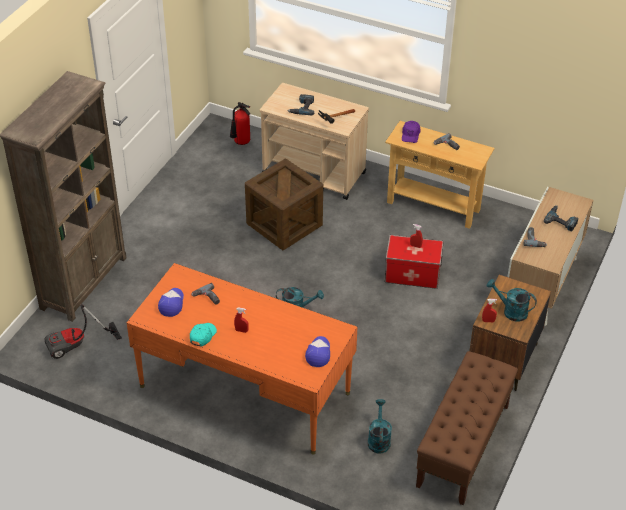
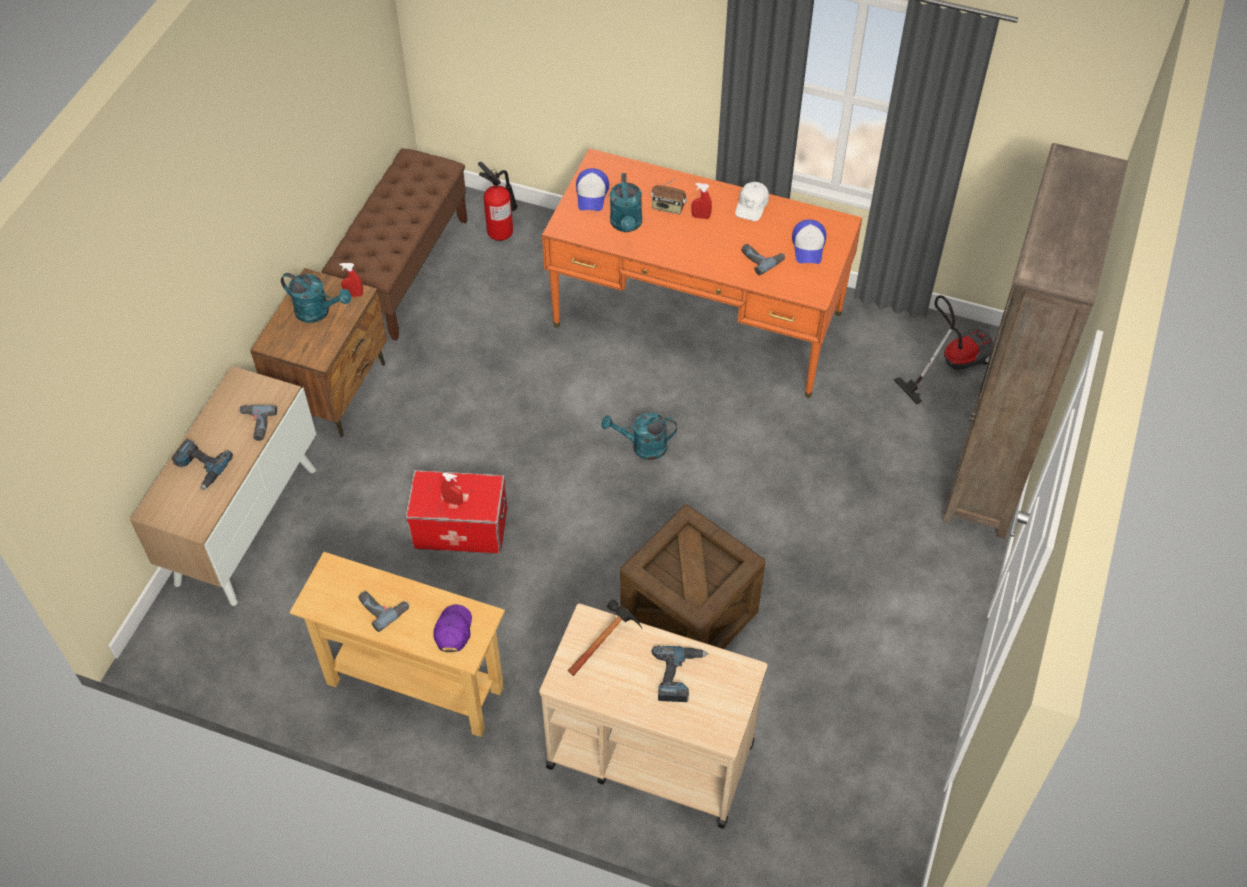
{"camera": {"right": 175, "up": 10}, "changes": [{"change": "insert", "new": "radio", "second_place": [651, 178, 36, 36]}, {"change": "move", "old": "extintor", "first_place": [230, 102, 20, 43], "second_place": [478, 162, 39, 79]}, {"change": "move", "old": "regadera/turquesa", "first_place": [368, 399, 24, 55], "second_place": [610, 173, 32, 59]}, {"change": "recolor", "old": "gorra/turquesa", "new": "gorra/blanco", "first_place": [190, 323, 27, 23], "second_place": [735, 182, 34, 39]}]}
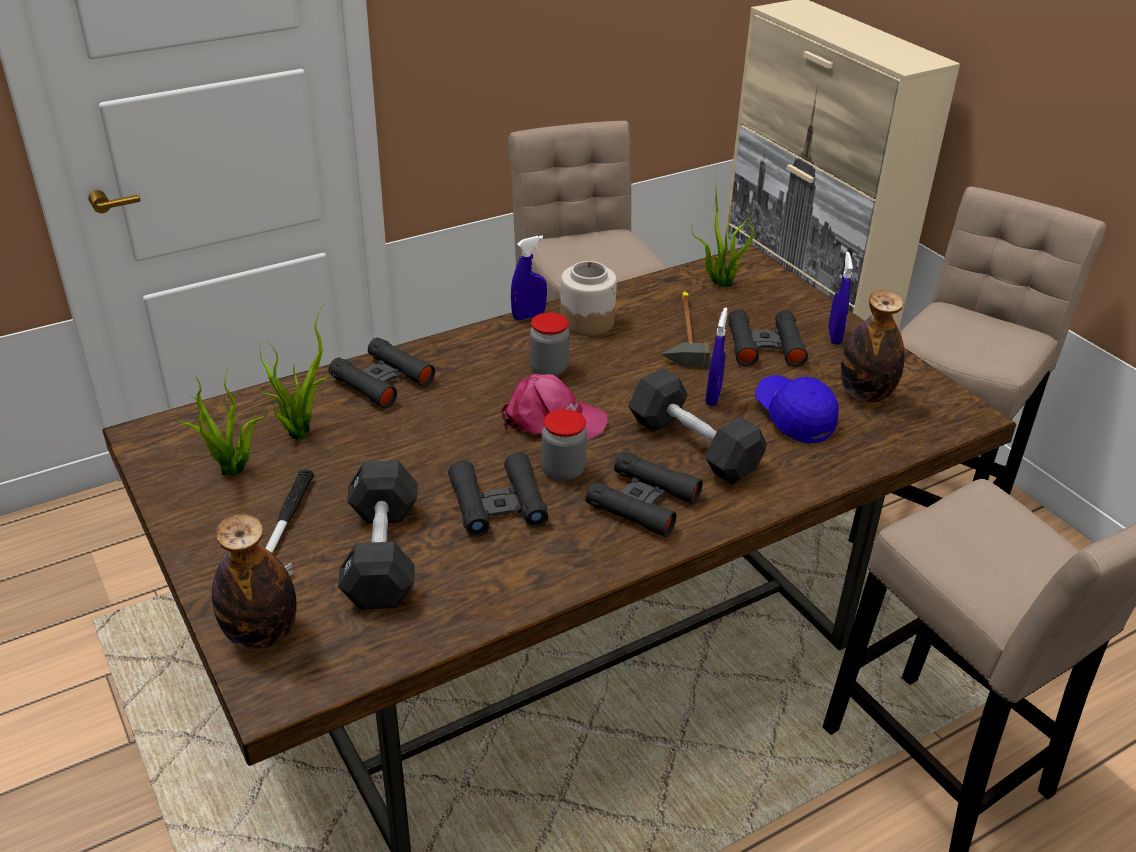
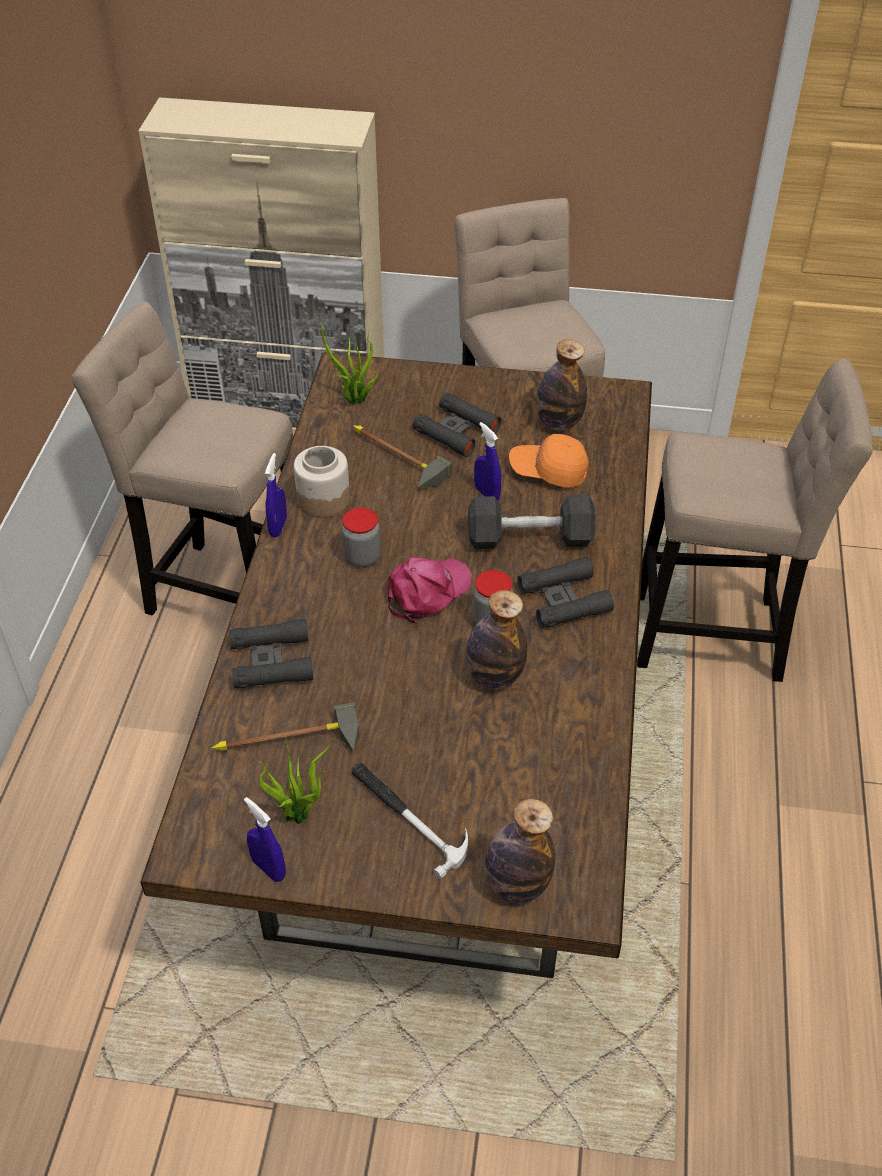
{"camera": {"right": -50, "up": 10}, "changes": [{"change": "delete", "old": "mancuerna/negro", "first_place": [338, 461, 79, 148]}, {"change": "move", "old": "pulverizador/azul", "first_place": [828, 252, 25, 93], "second_place": [244, 797, 42, 85]}, {"change": "replace", "old": "planta en maceta", "new": "martillo", "first_place": [258, 306, 73, 134], "second_place": [212, 702, 147, 49]}, {"change": "replace", "old": "prismáticos/negro", "new": "botella", "first_place": [448, 453, 100, 84], "second_place": [466, 590, 61, 99]}, {"change": "recolor", "old": "gorra/azul", "new": "gorra/naranja", "first_place": [755, 375, 84, 69], "second_place": [509, 434, 80, 54]}]}
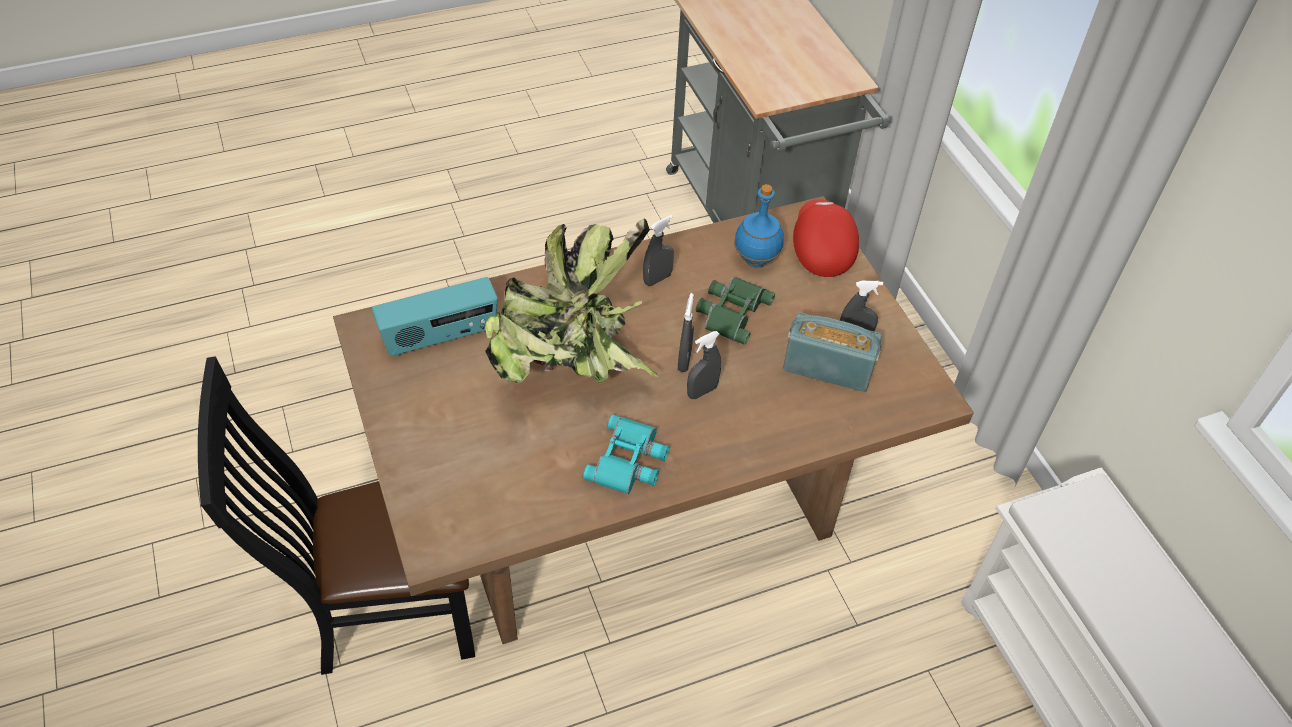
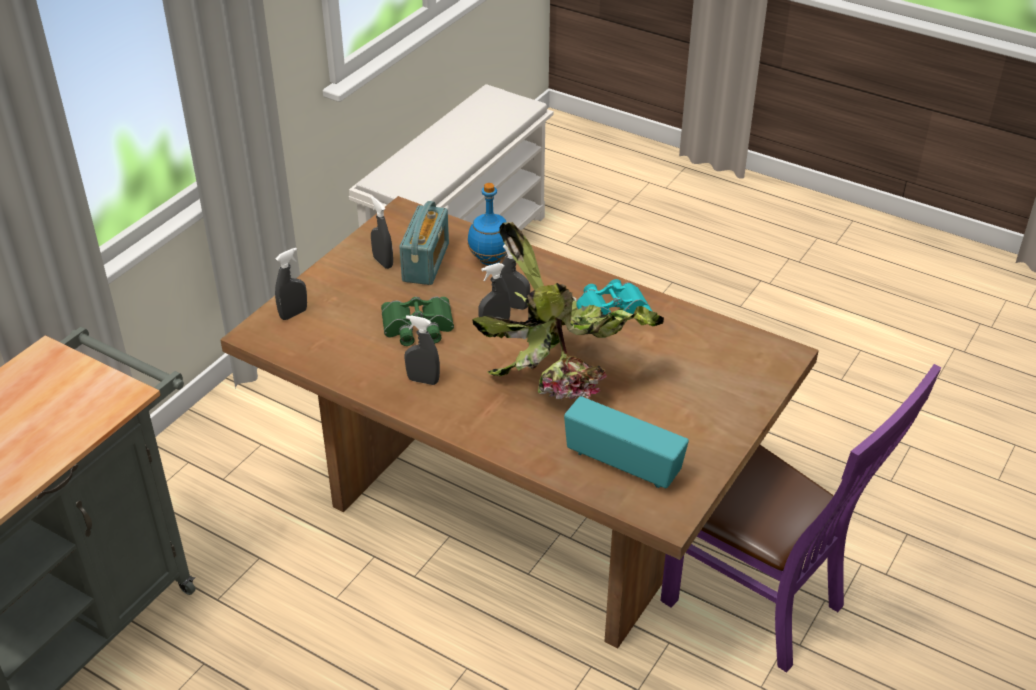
{"camera": {"right": -125, "up": -10}, "changes": [{"change": "move", "old": "botella/azul", "first_place": [734, 184, 50, 84], "second_place": [468, 183, 39, 82]}, {"change": "replace", "old": "gorra/rojo", "new": "pulverizador/gris", "first_place": [793, 199, 66, 78], "second_place": [275, 248, 32, 72]}, {"change": "recolor", "old": "silla/negro", "new": "silla/morado", "first_place": [198, 356, 277, 319], "second_place": [660, 364, 281, 309]}, {"change": "rotate", "old": "radio", "first_place": [783, 312, 99, 80], "second_place": [399, 201, 50, 84], "degrees": -150}]}
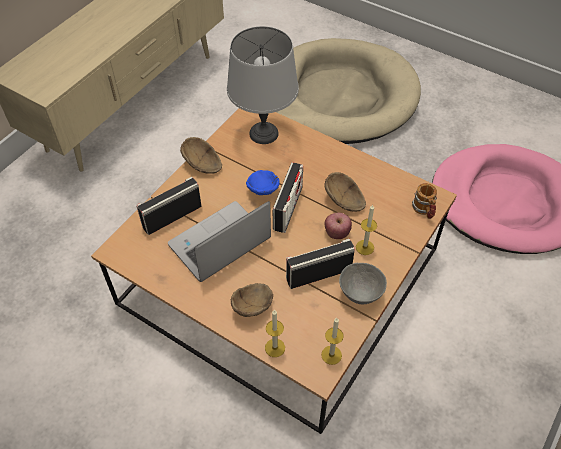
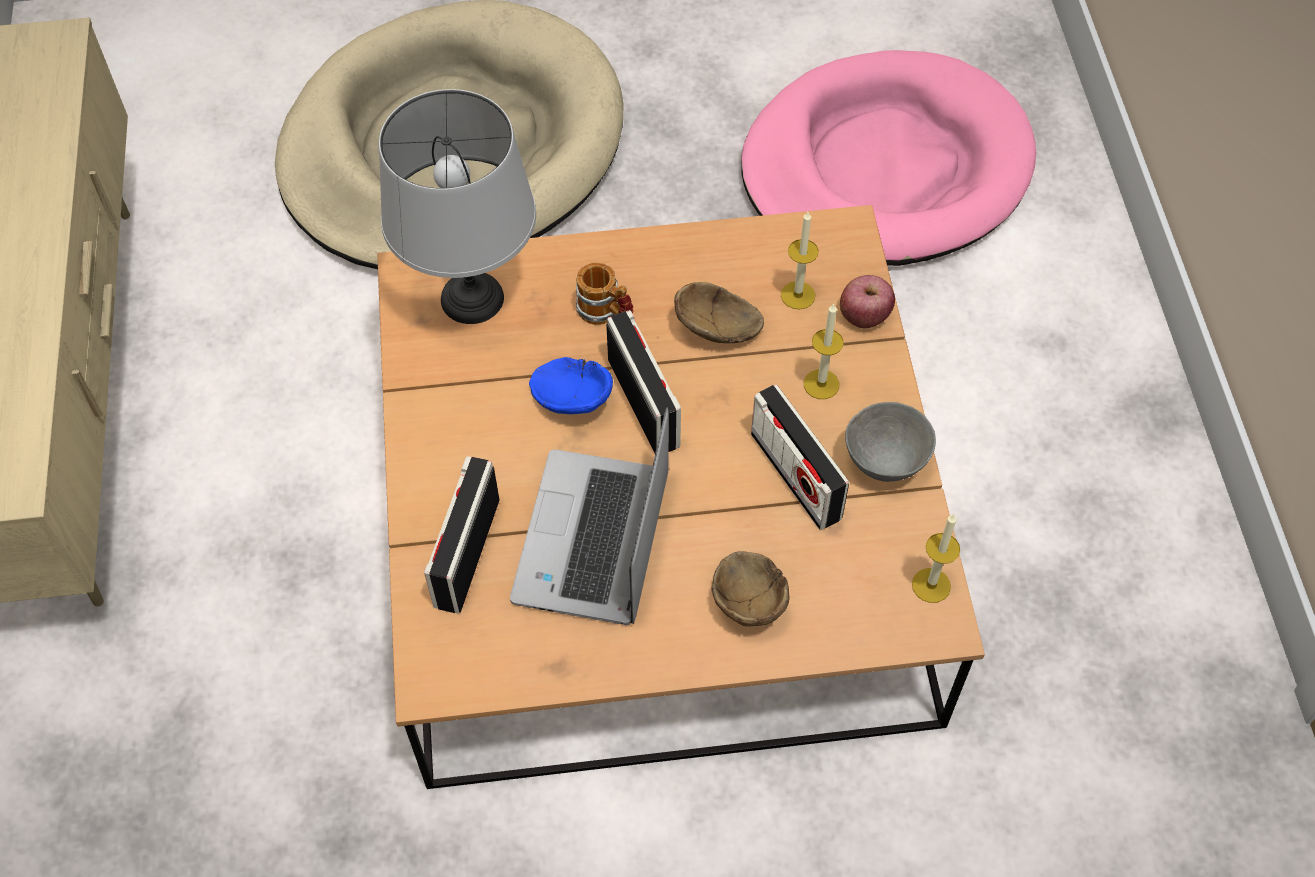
{"camera": {"right": -40, "up": 5}, "changes": [{"change": "delete", "old": "cuenco/marrón", "first_place": [180, 137, 42, 37]}, {"change": "move", "old": "vela", "first_place": [265, 310, 20, 47], "second_place": [781, 212, 38, 98]}, {"change": "move", "old": "manzana", "first_place": [325, 212, 27, 27], "second_place": [840, 275, 55, 53]}, {"change": "move", "old": "taza grande", "first_place": [412, 183, 25, 36], "second_place": [576, 262, 57, 63]}, {"change": "rotate", "old": "radio", "first_place": [286, 239, 69, 50], "second_place": [751, 384, 98, 146], "degrees": -60}]}
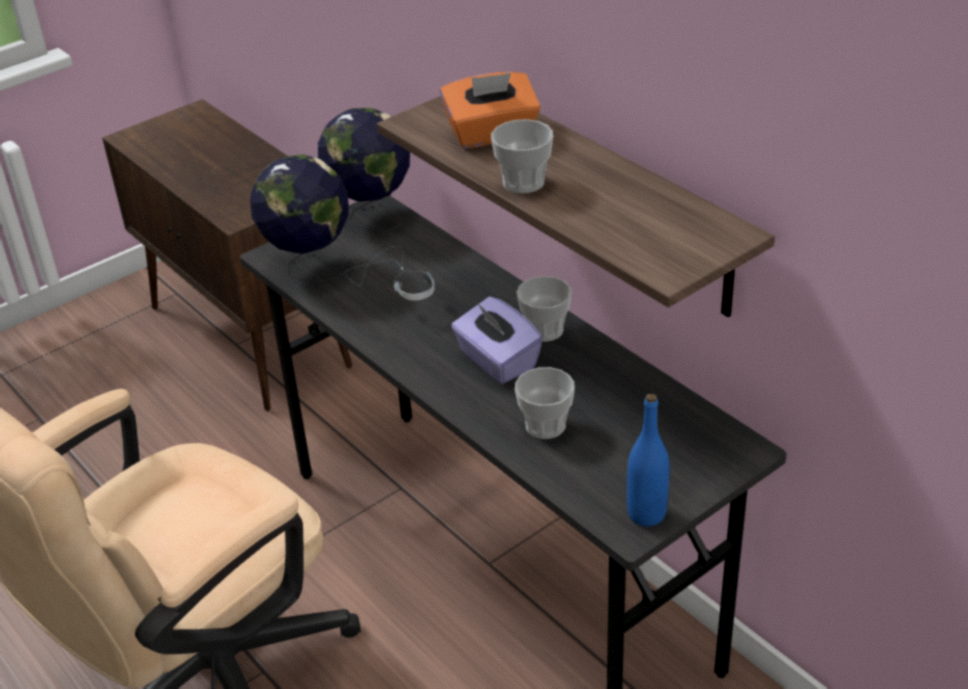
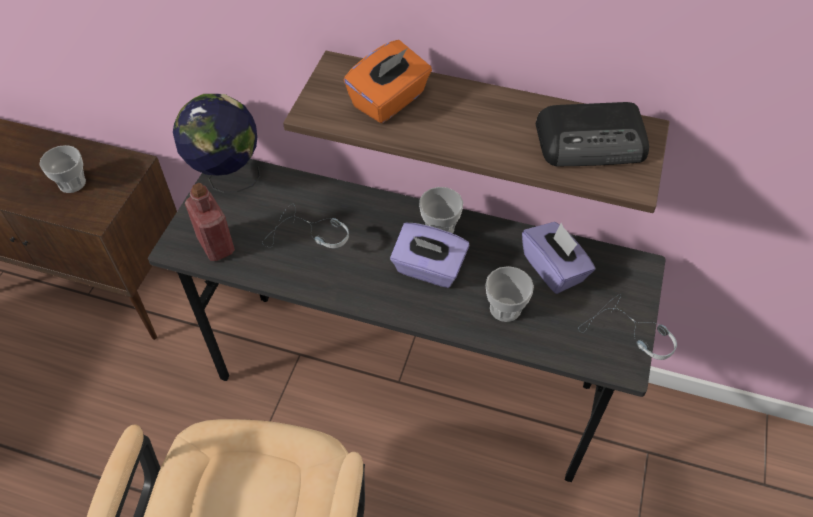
{"camera": {"right": -35, "up": 15}, "changes": [{"change": "insert", "new": "caja de pañuelos/morado", "second_place": [522, 222, 73, 72]}, {"change": "insert", "new": "radio", "second_place": [536, 102, 113, 64]}, {"change": "move", "old": "taza", "first_place": [491, 119, 62, 74], "second_place": [39, 145, 47, 48]}, {"change": "replace", "old": "globo terráqueo", "new": "botella/rojo", "first_place": [250, 155, 100, 127], "second_place": [185, 183, 50, 78]}, {"change": "replace", "old": "botella/azul", "new": "auriculares", "first_place": [627, 393, 43, 133], "second_place": [578, 295, 99, 65]}]}
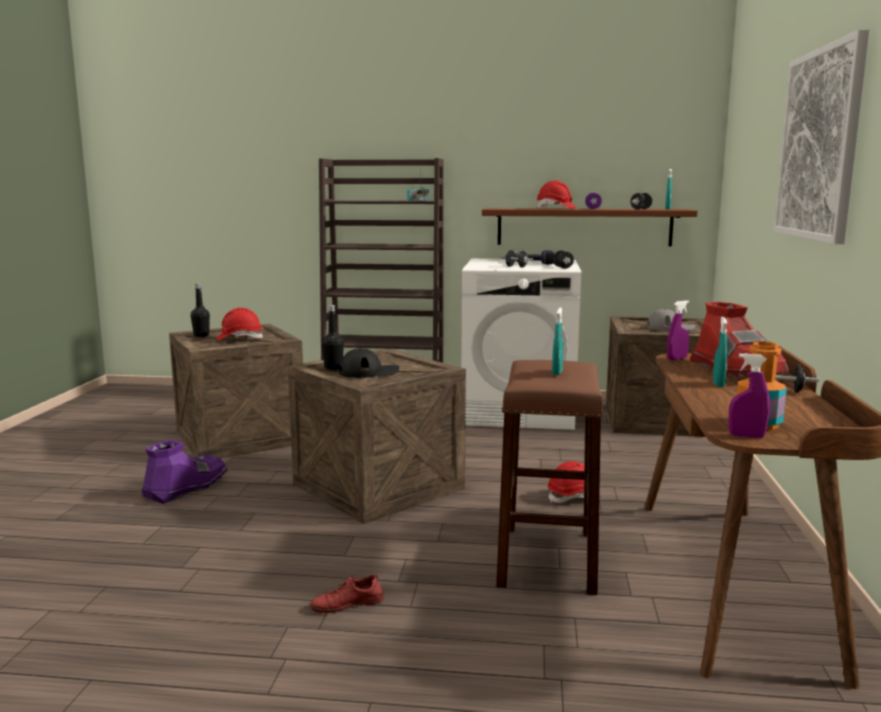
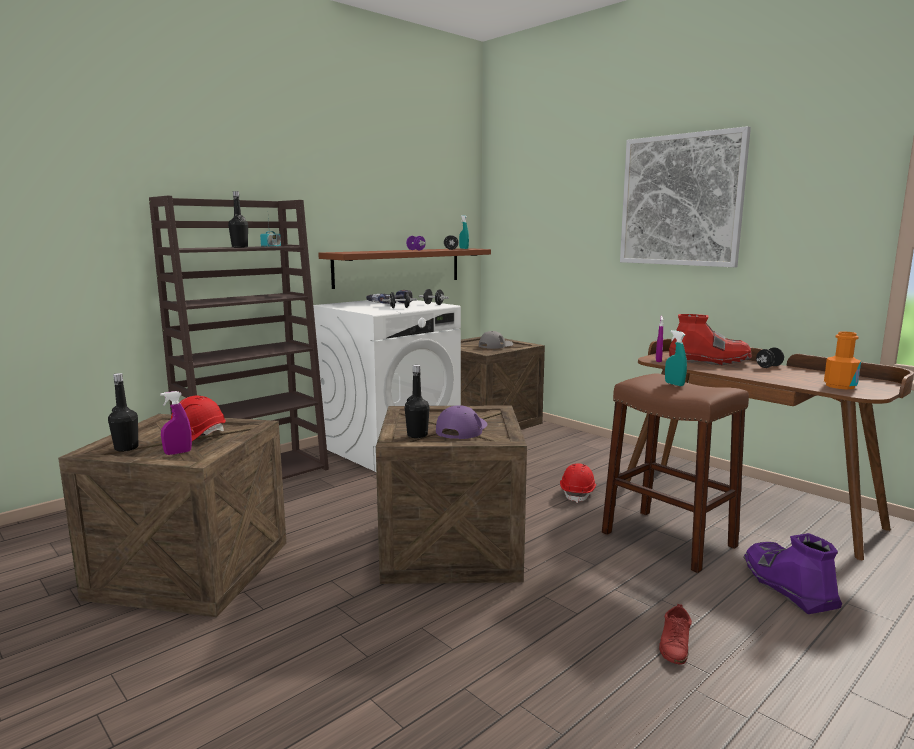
{"camera": {"right": -50, "up": 0}, "changes": [{"change": "delete", "old": "casco/rojo", "first_place": [537, 180, 40, 29]}, {"change": "delete", "old": "pulverizador/turquesa", "first_place": [713, 317, 14, 70]}, {"change": "insert", "new": "botella/negro", "second_place": [228, 191, 20, 57]}, {"change": "move", "old": "bota/morado", "first_place": [142, 440, 86, 64], "second_place": [743, 533, 99, 81]}, {"change": "move", "old": "pulverizador/morado", "first_place": [729, 353, 41, 85], "second_place": [160, 391, 32, 64]}, {"change": "recolor", "old": "gorra/negro", "new": "gorra/morado", "first_place": [339, 348, 60, 30], "second_place": [436, 405, 51, 34]}]}
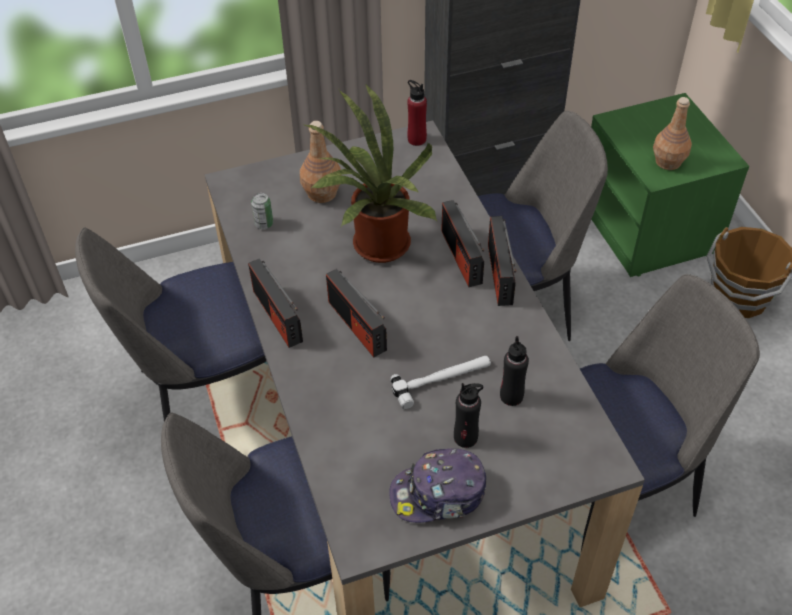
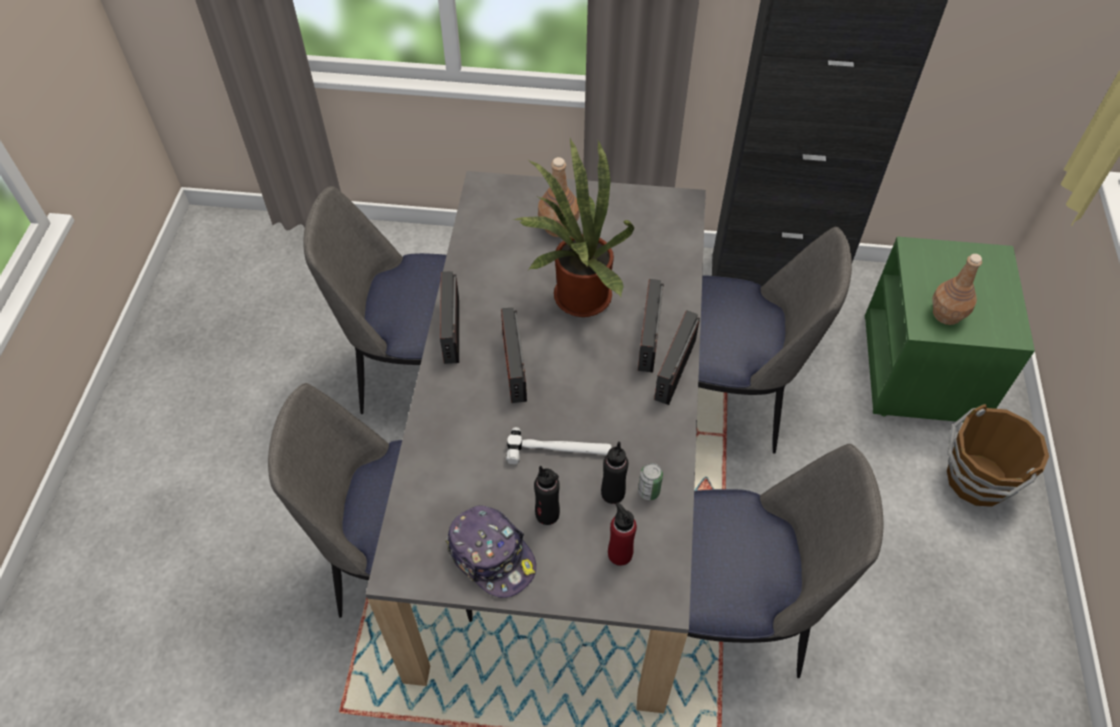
{"camera": {"right": 25, "up": 5}, "changes": [{"change": "move", "old": "lata", "first_place": [251, 193, 22, 36], "second_place": [638, 463, 25, 37]}, {"change": "move", "old": "botella/rojo", "first_place": [407, 80, 20, 66], "second_place": [608, 502, 29, 64]}, {"change": "rotate", "old": "gorra", "first_place": [389, 448, 98, 75], "second_place": [446, 506, 90, 92], "degrees": -150}]}
